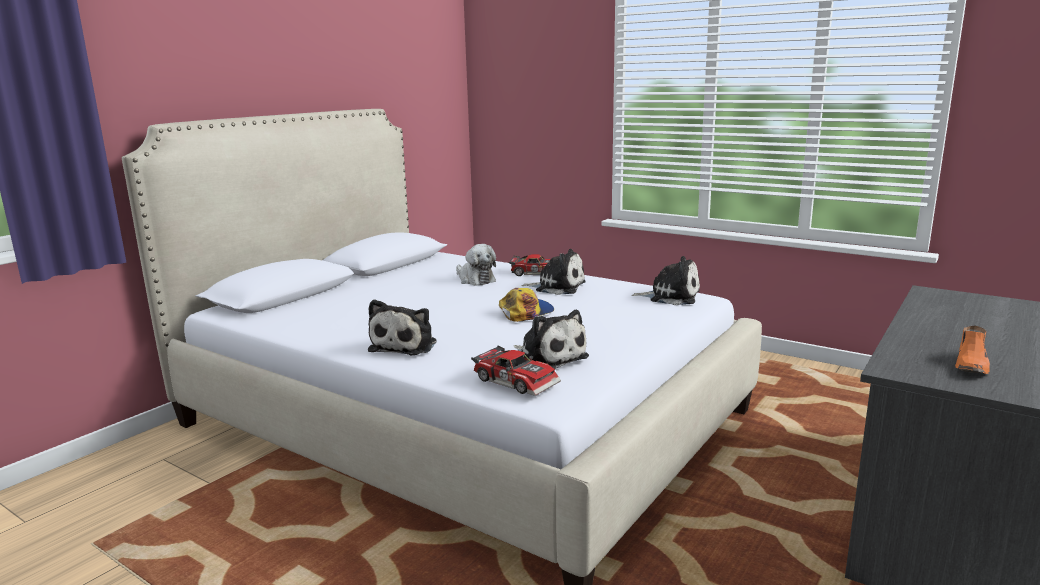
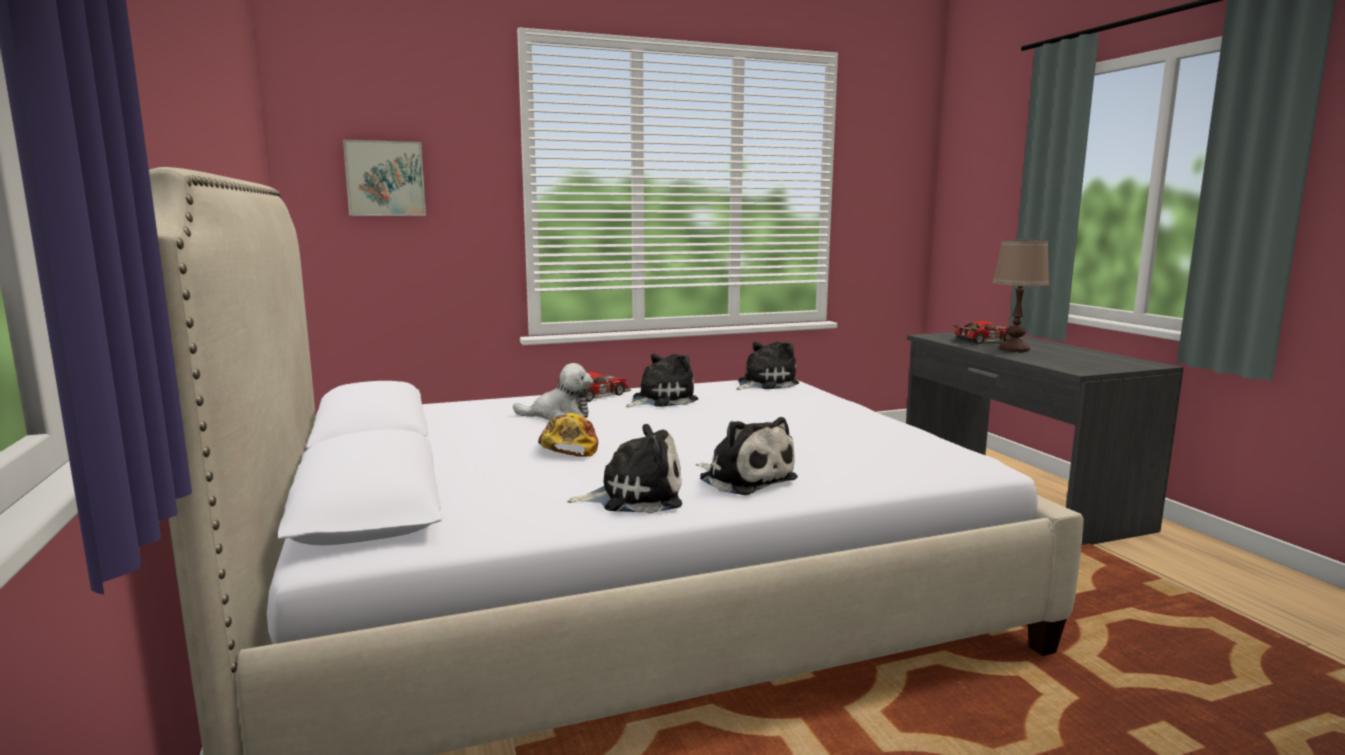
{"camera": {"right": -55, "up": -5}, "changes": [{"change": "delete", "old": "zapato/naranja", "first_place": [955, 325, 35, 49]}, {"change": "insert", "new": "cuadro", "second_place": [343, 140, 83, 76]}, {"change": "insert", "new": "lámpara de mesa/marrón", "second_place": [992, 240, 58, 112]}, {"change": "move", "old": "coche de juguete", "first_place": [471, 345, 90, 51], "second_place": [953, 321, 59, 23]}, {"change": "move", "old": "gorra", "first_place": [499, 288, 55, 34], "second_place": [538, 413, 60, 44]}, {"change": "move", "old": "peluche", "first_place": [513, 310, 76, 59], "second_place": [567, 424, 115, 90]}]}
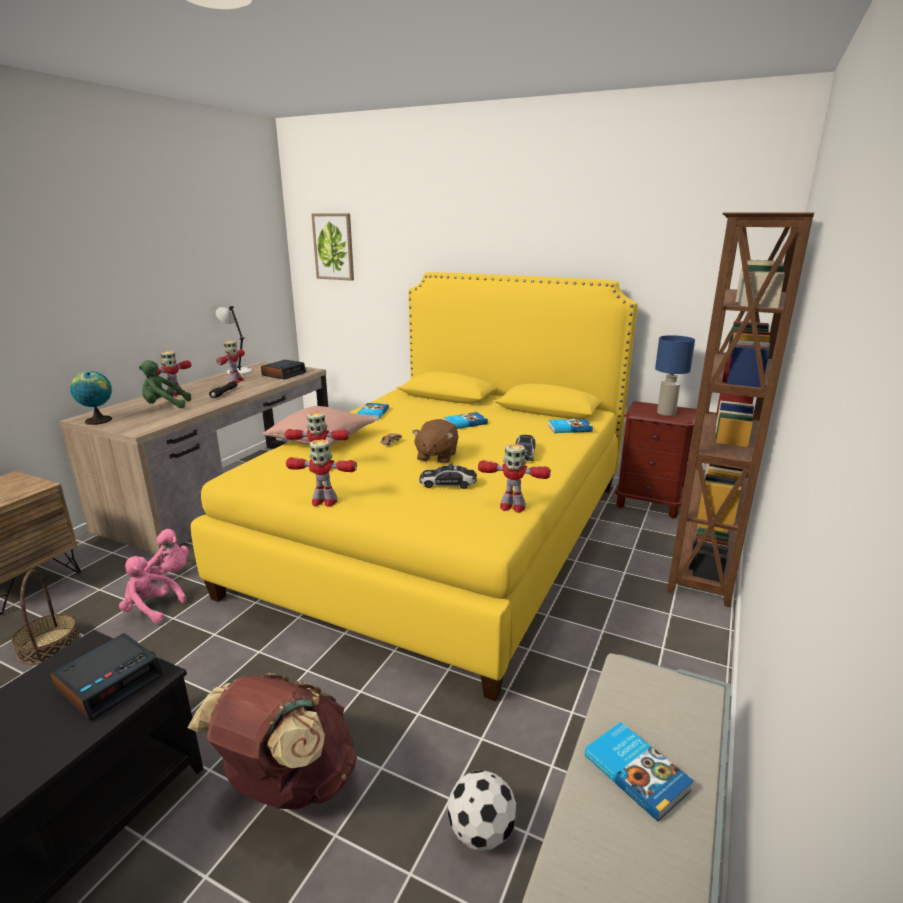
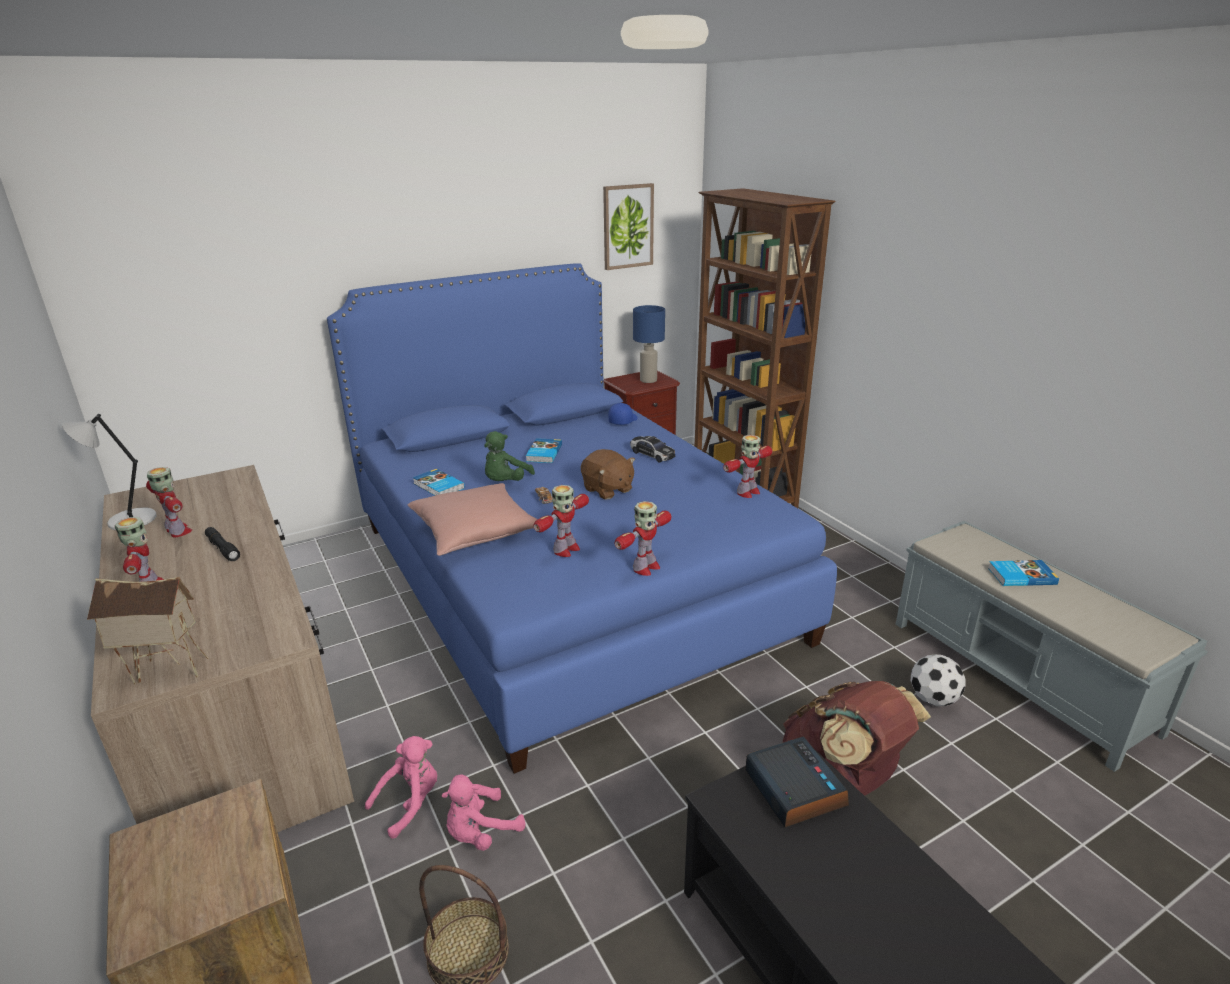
{"camera": {"right": -55, "up": 5}, "changes": [{"change": "delete", "old": "despertador", "first_place": [261, 360, 45, 19]}, {"change": "delete", "old": "coche de juguete", "first_place": [419, 464, 58, 25]}, {"change": "move", "old": "peluche/verde", "first_place": [139, 360, 52, 48], "second_place": [484, 431, 51, 50]}, {"change": "move", "old": "cuadro", "first_place": [311, 213, 43, 68], "second_place": [603, 183, 51, 87]}, {"change": "replace", "old": "globo terráqueo", "new": "casita", "first_place": [70, 371, 42, 54], "second_place": [87, 577, 121, 107]}, {"change": "replace", "old": "libro", "new": "gorra/azul", "first_place": [548, 419, 45, 14], "second_place": [608, 403, 30, 22]}, {"change": "recolor", "old": "cama/amarillo", "new": "cama/azul", "first_place": [191, 272, 447, 429], "second_place": [327, 263, 510, 511]}]}
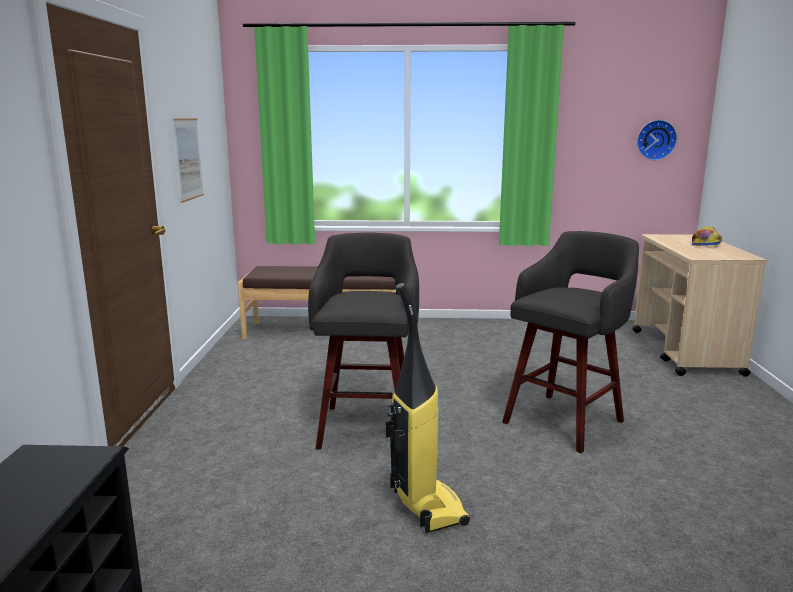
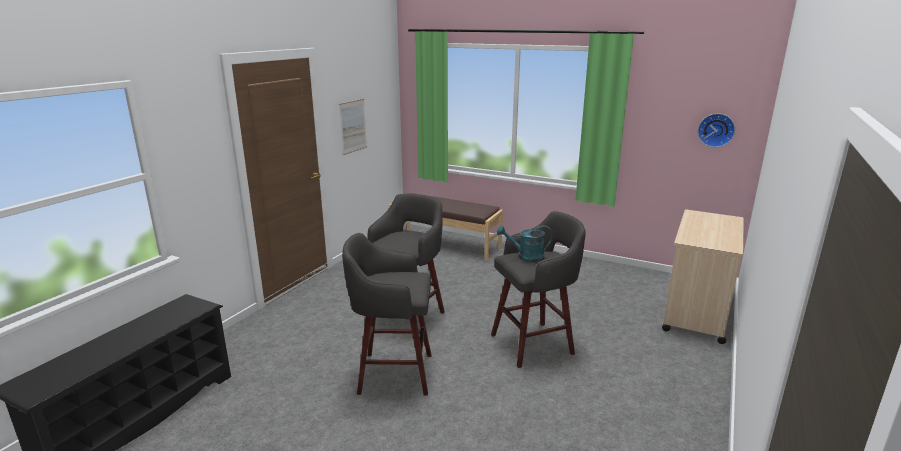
{"camera": {"right": 25, "up": 5}, "changes": [{"change": "delete", "old": "gorra", "first_place": [691, 227, 31, 19]}, {"change": "insert", "new": "regadera/turquesa", "second_place": [496, 225, 56, 37]}, {"change": "replace", "old": "aspiradora", "new": "taburete/gris", "first_place": [386, 283, 84, 250], "second_place": [342, 233, 90, 163]}]}
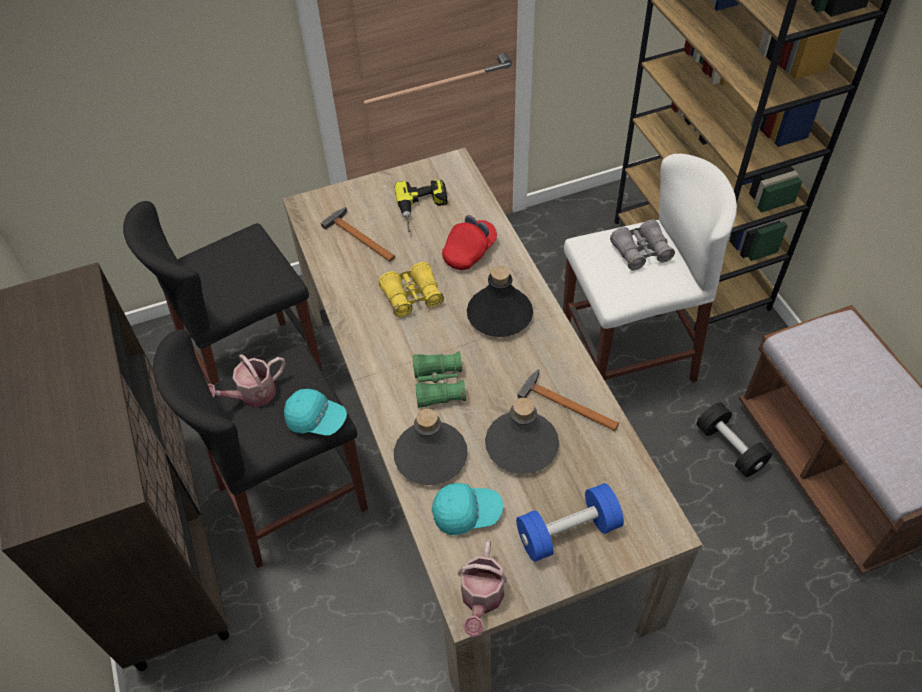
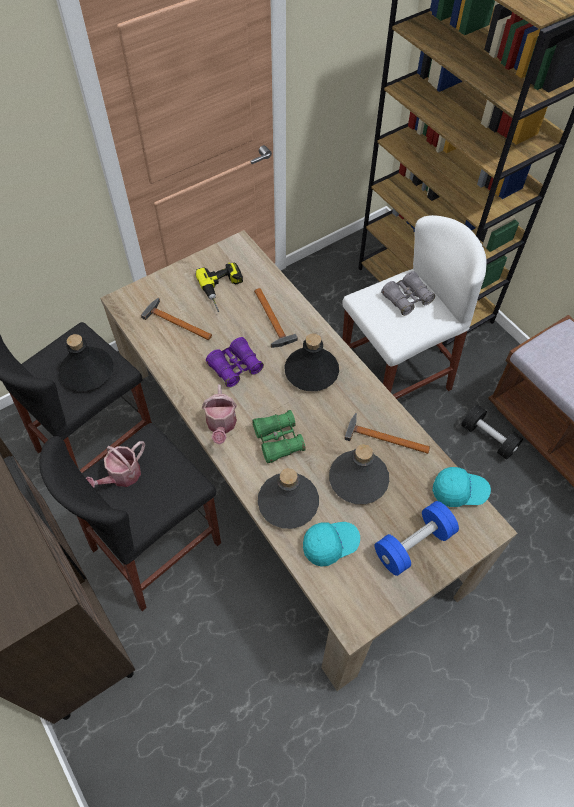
{"camera": {"right": -15, "up": 5}, "changes": [{"change": "insert", "new": "botella/negro", "second_place": [59, 334, 54, 57]}, {"change": "move", "old": "gorra/turquesa", "first_place": [284, 389, 63, 47], "second_place": [433, 467, 58, 40]}, {"change": "move", "old": "regadera", "first_place": [458, 540, 49, 97], "second_place": [202, 384, 35, 61]}, {"change": "replace", "old": "gorra/rojo", "new": "martillo", "first_place": [442, 215, 55, 55], "second_place": [254, 288, 44, 60]}, {"change": "recolor", "old": "prismáticos/amarillo", "new": "prismáticos/morado", "first_place": [379, 262, 65, 55], "second_place": [206, 337, 58, 51]}]}
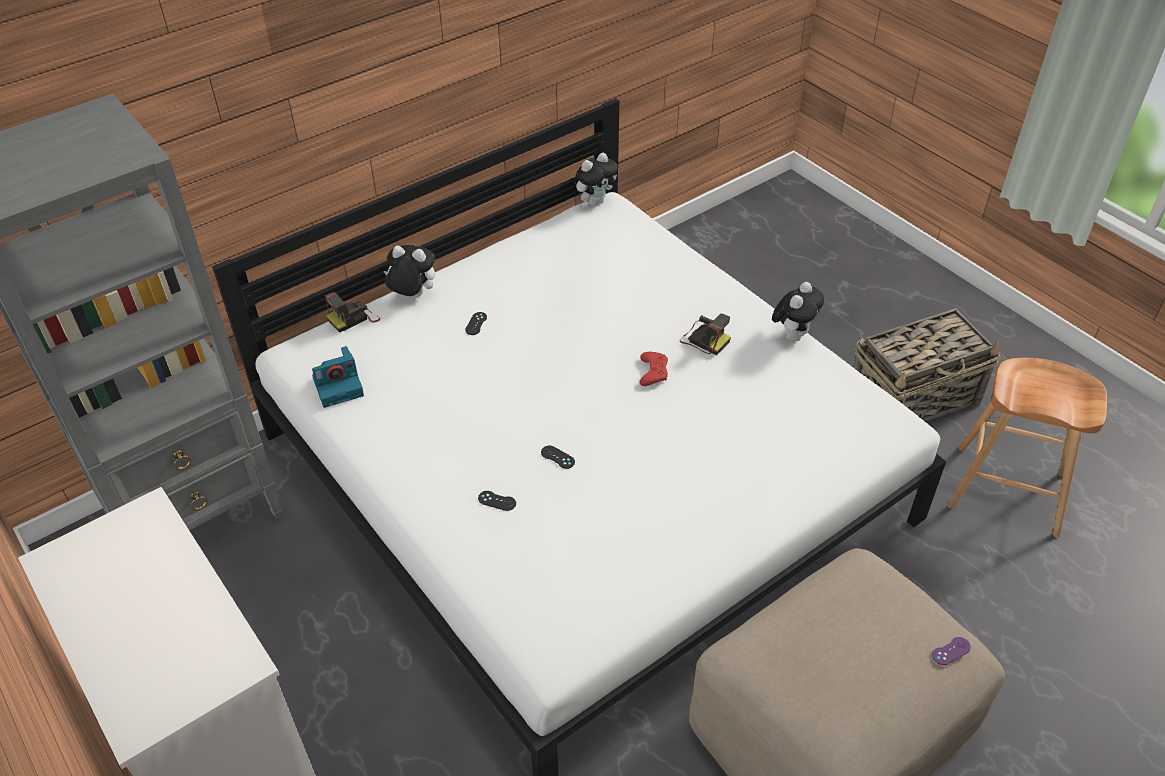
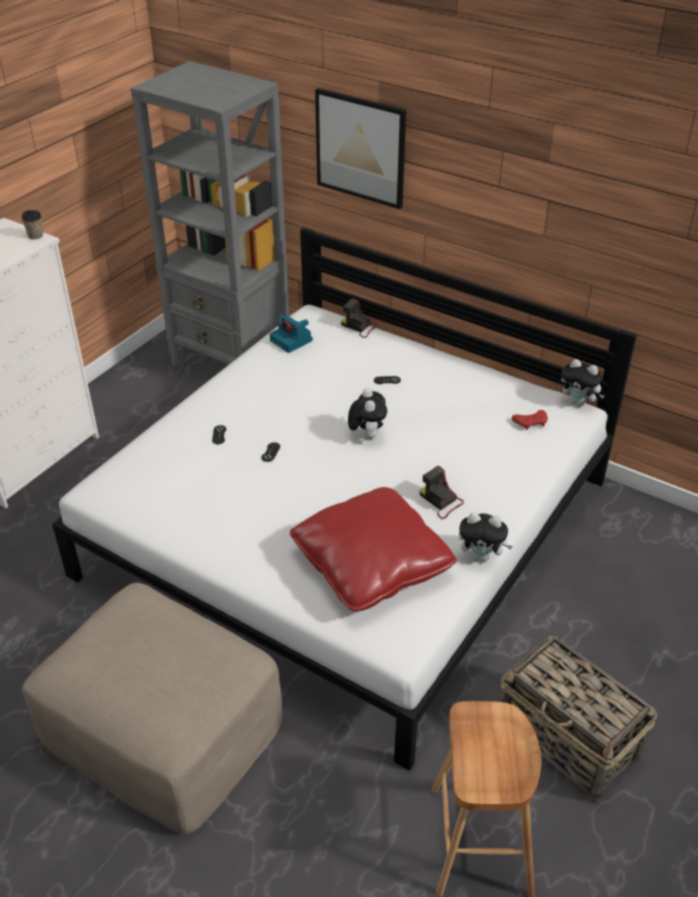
{"camera": {"right": 70, "up": -5}, "changes": [{"change": "delete", "old": "mando de consola/morado", "first_place": [932, 637, 39, 28]}, {"change": "insert", "new": "taza", "second_place": [21, 210, 22, 30]}, {"change": "insert", "new": "cojín/rojo", "second_place": [290, 487, 167, 125]}, {"change": "insert", "new": "cuadro", "second_place": [315, 88, 91, 121]}, {"change": "move", "old": "peluche", "first_place": [384, 245, 51, 51], "second_place": [348, 388, 39, 51]}, {"change": "move", "old": "mando de consola/rojo", "first_place": [640, 352, 28, 34], "second_place": [512, 410, 36, 20]}, {"change": "rotate", "old": "cámara", "first_place": [680, 314, 51, 41], "second_place": [420, 465, 44, 54], "degrees": 120}]}
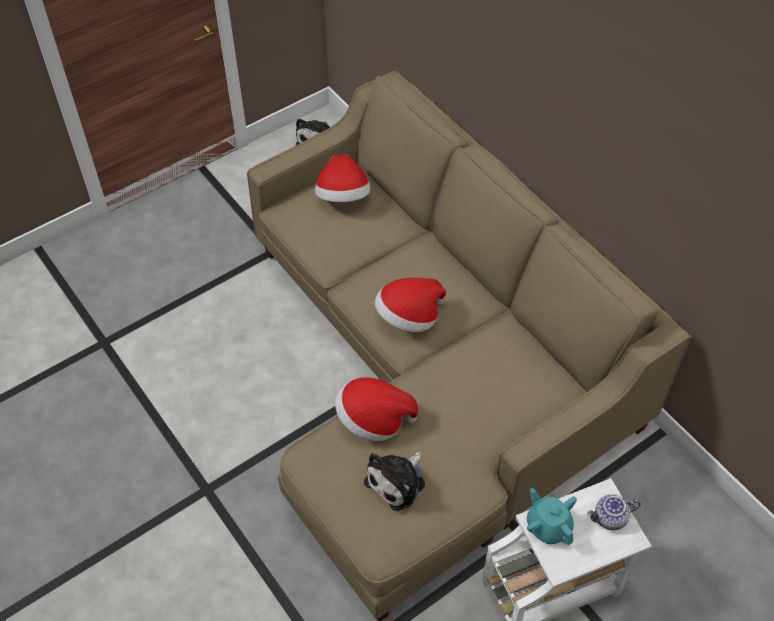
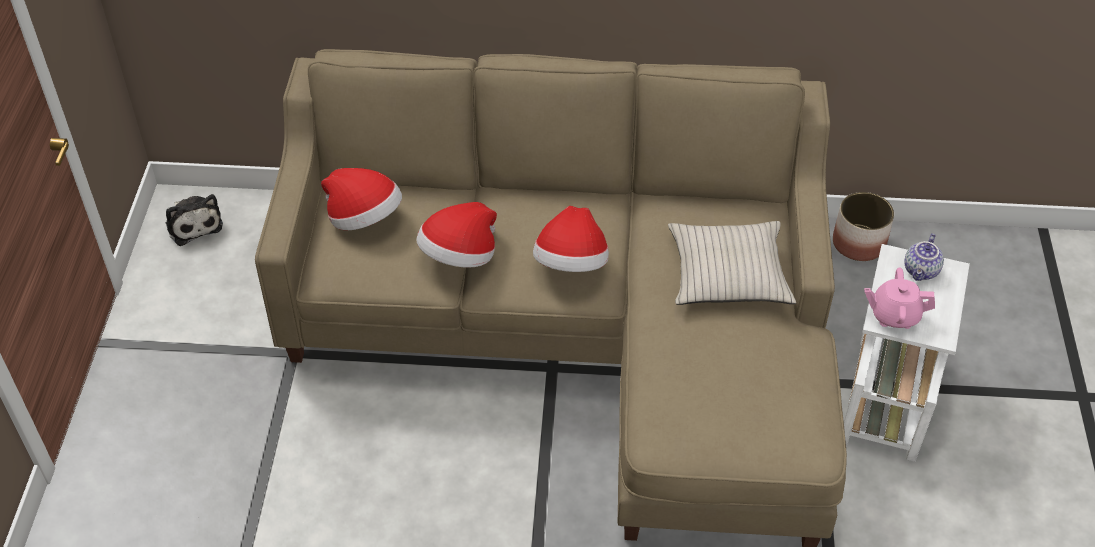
{"camera": {"right": -50, "up": -5}, "changes": [{"change": "delete", "old": "peluche", "first_place": [364, 451, 61, 60]}, {"change": "insert", "new": "cojín/beis", "second_place": [668, 221, 128, 84]}, {"change": "insert", "new": "maceta", "second_place": [833, 192, 61, 69]}, {"change": "move", "old": "sombrero", "first_place": [335, 378, 83, 63], "second_place": [416, 202, 81, 66]}, {"change": "recolor", "old": "tetera/turquesa", "new": "tetera/rosa", "first_place": [527, 487, 50, 58], "second_place": [864, 268, 71, 61]}]}
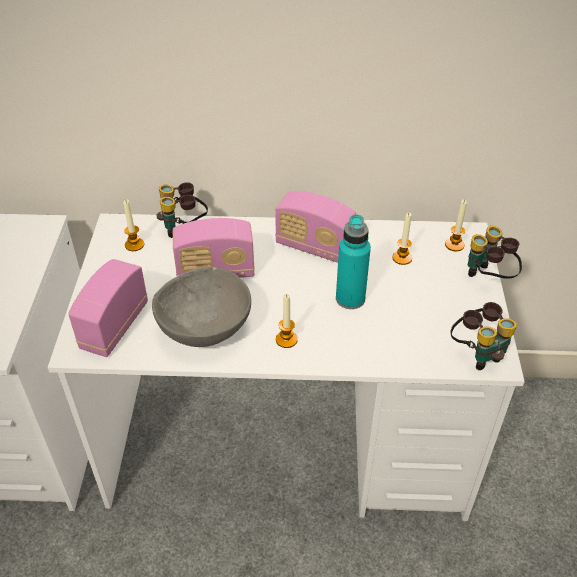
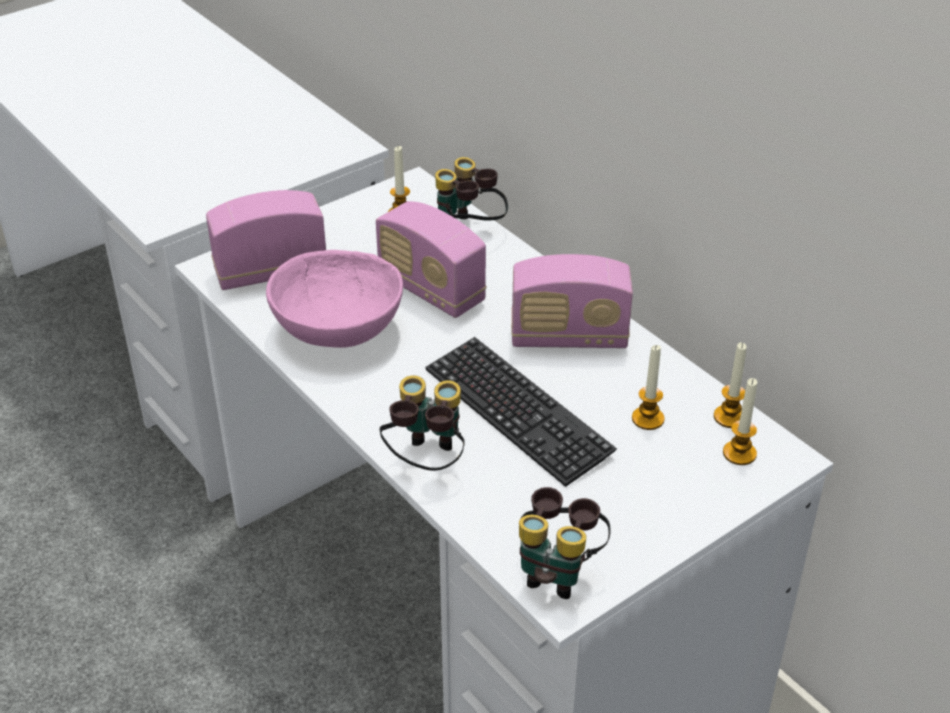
{"camera": {"right": 50, "up": -5}, "changes": [{"change": "move", "old": "vela", "first_place": [276, 294, 22, 54], "second_place": [714, 342, 33, 86]}, {"change": "move", "old": "prismáticos", "first_place": [468, 226, 54, 53], "second_place": [379, 375, 86, 96]}, {"change": "replace", "old": "botella/turquesa", "new": "teclado", "first_place": [336, 214, 35, 95], "second_place": [426, 337, 191, 150]}, {"change": "recolor", "old": "cuenco/gris", "new": "cuenco/rosa", "first_place": [152, 267, 99, 80], "second_place": [266, 250, 137, 98]}, {"change": "rotate", "old": "radio", "first_place": [275, 191, 81, 72], "second_place": [511, 254, 122, 94], "degrees": -75}]}
